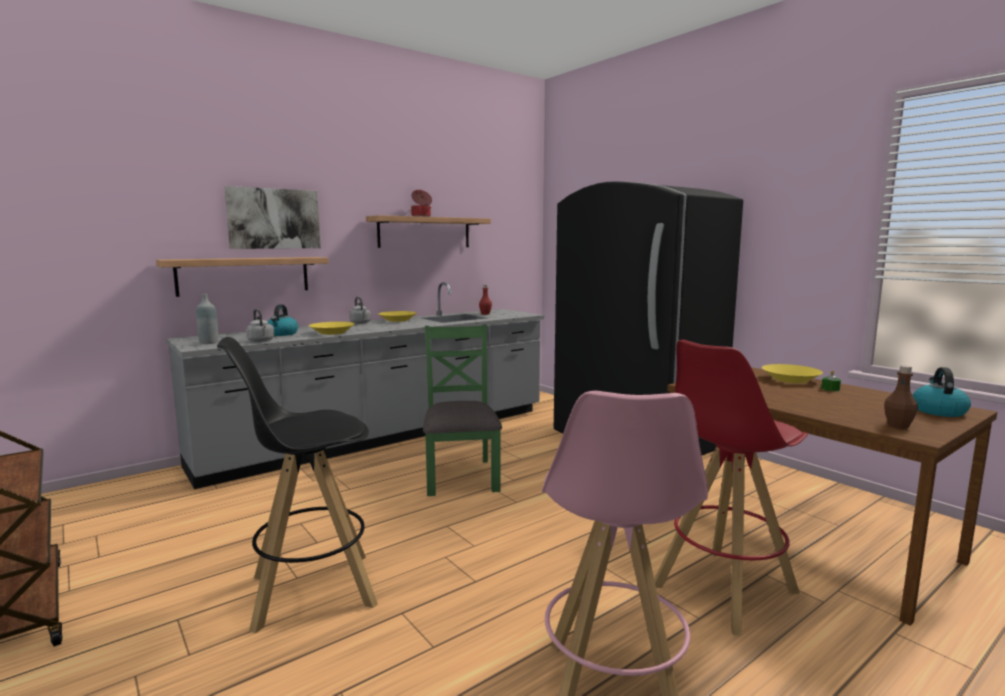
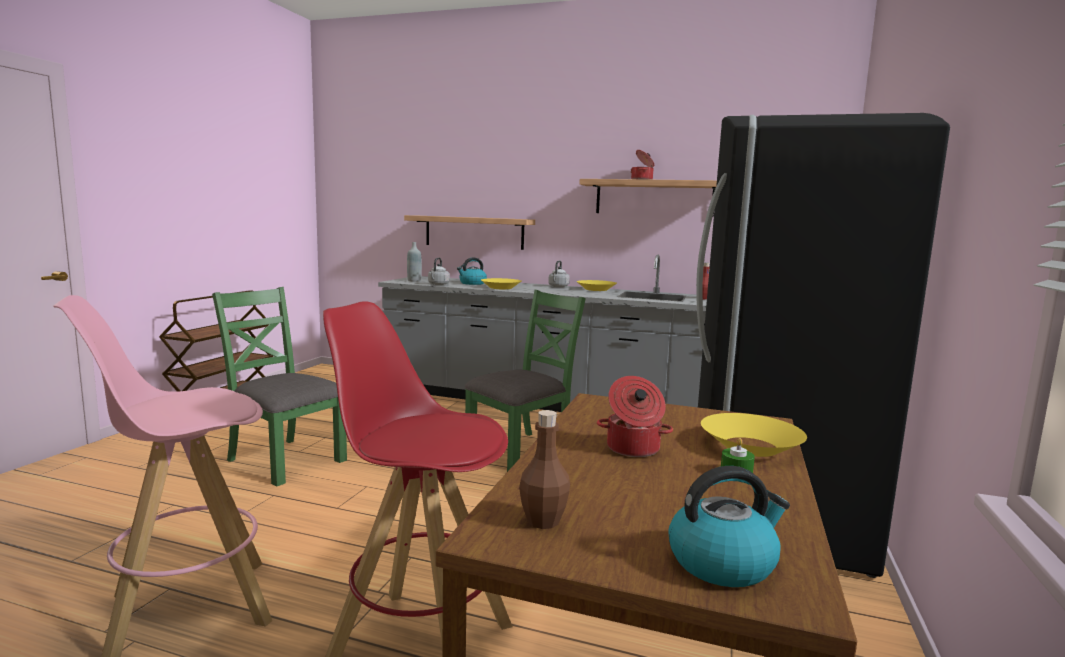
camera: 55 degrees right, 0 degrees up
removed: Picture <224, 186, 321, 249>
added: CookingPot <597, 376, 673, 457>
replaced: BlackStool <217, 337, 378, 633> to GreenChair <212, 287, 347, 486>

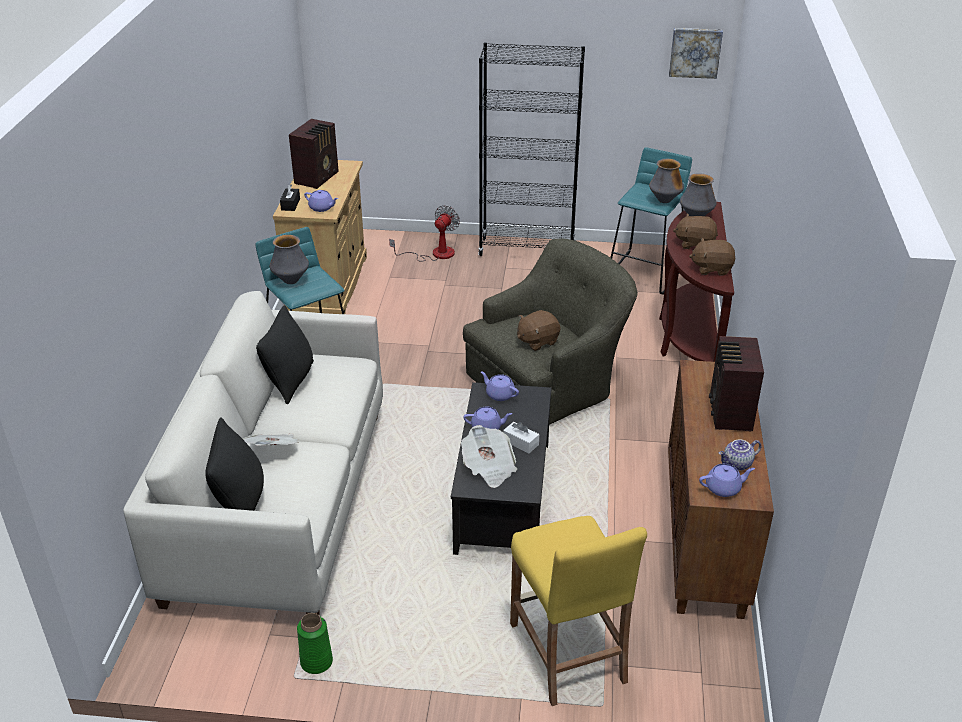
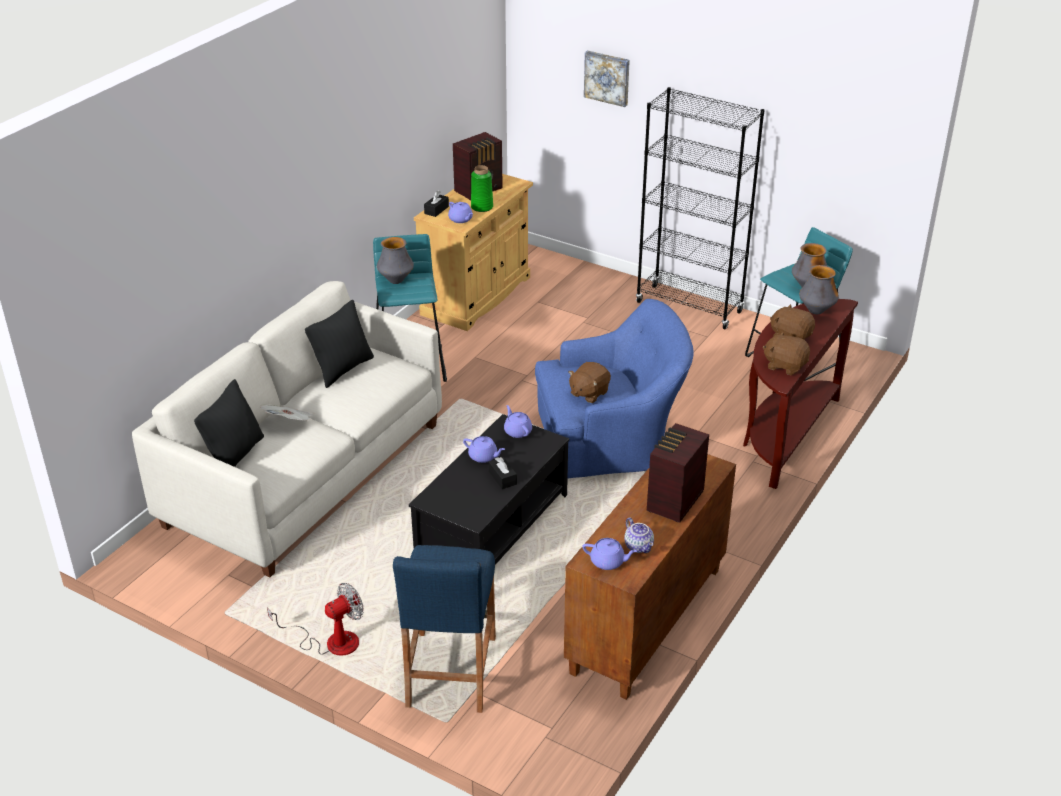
camera: 25 degrees right, 0 degrees up
removed: Newspaper <461, 425, 517, 488>
moved: Picture <669, 28, 723, 79> to <584, 50, 630, 107>; Fan <389, 205, 460, 261> to <267, 583, 364, 656>; GreenVase <297, 613, 333, 674> to <471, 165, 493, 212>
recoloured: GreenArmchair <463, 238, 638, 425> to BlueArmchair <535, 299, 694, 478>; WhiteTissueBox <503, 422, 539, 453> to BlackTissueBox <489, 457, 517, 489>; YellowStool <510, 516, 647, 706> to BlueStool <393, 545, 496, 713>
turned: BrownPlushToy <517, 310, 560, 351> = <568, 362, 611, 403> 45 degrees counterclockwise; Teapot <718, 439, 761, 471> = <624, 517, 654, 553> 120 degrees counterclockwise

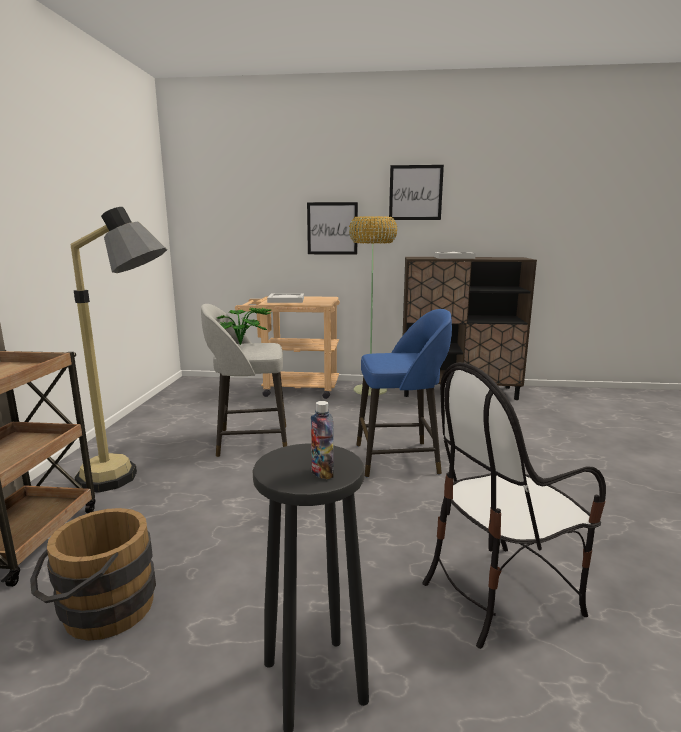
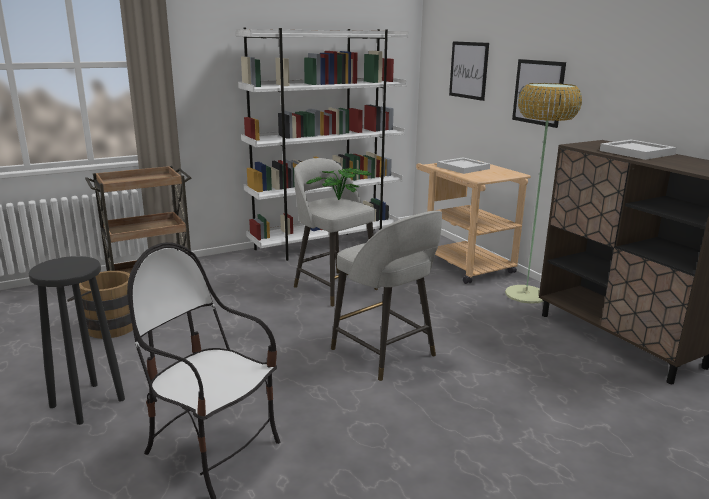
camera: 55 degrees right, 5 degrees up
removed: FloorLamp <70, 207, 167, 493>; Bottle <311, 401, 334, 479>
added: WhiteBookcase <235, 28, 409, 261>
moved: Picture <389, 165, 444, 220> to <449, 41, 489, 101>
recoloured: BlueStool <357, 309, 452, 477> to GreyStool <331, 211, 442, 381>

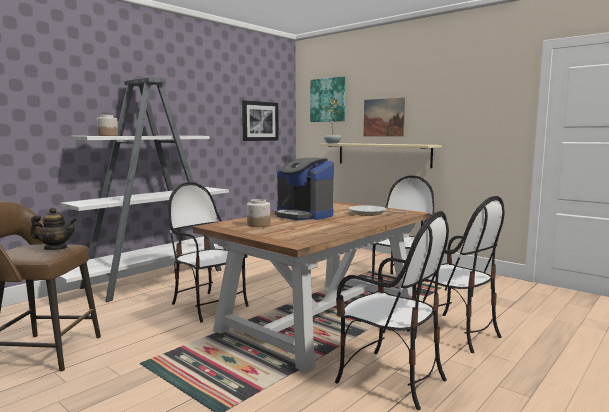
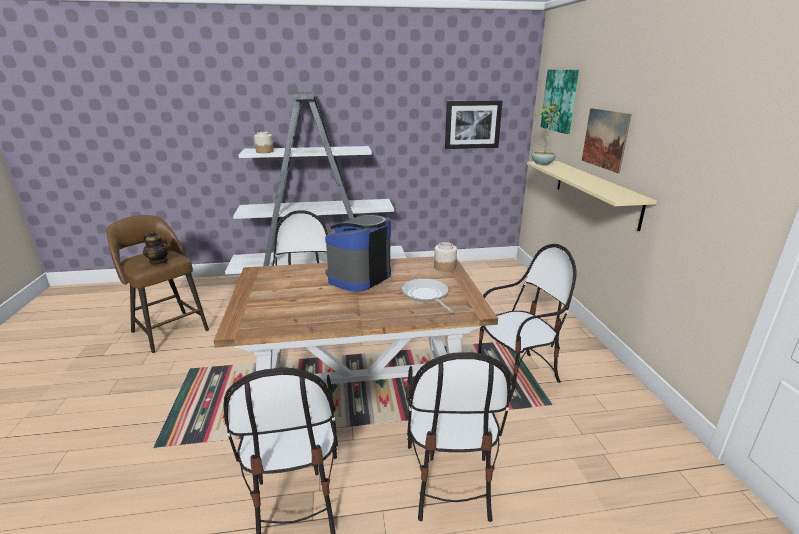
camera: 40 degrees right, 15 degrees up
moved: Jar <247, 199, 270, 227> to <434, 242, 457, 272>
turned: CoffeeMachine <274, 158, 334, 220> = <325, 215, 391, 292> 45 degrees clockwise

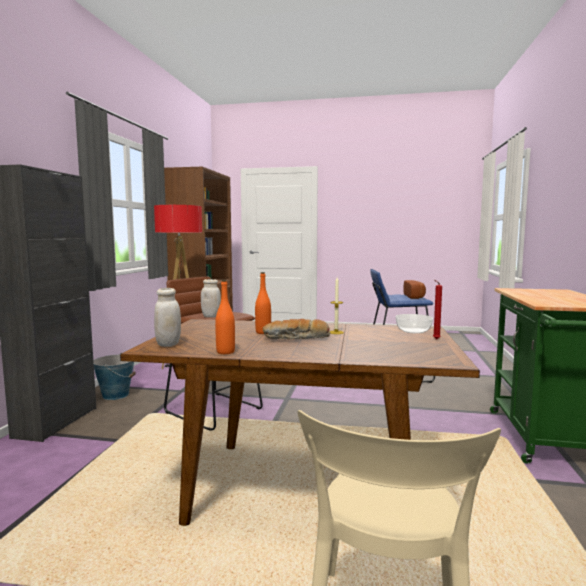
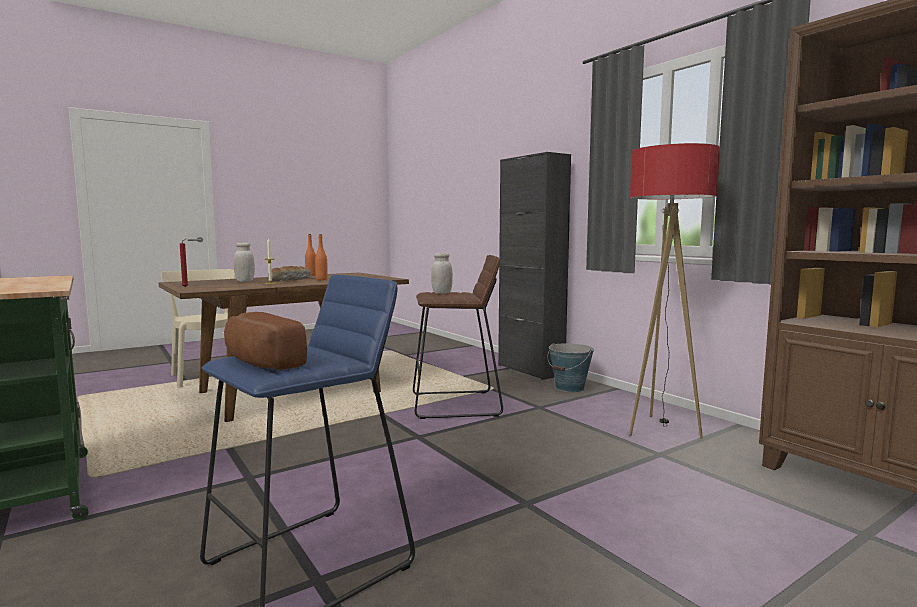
camera: 135 degrees right, 0 degrees up
removed: Bowl <395, 314, 433, 334>
moved: WhiteJar <154, 288, 181, 347> to <234, 243, 255, 282>

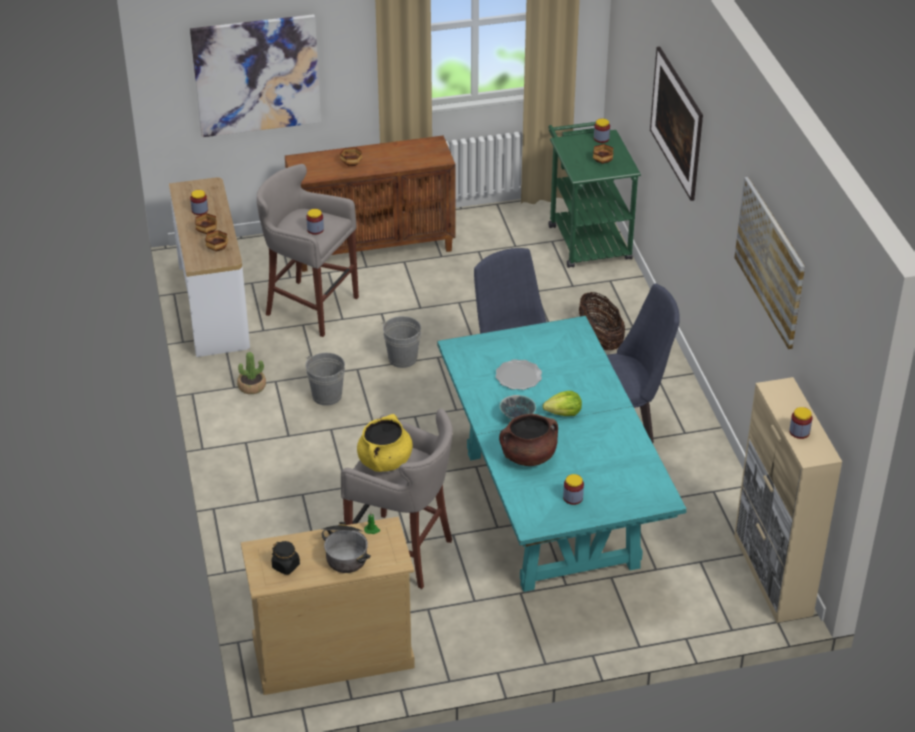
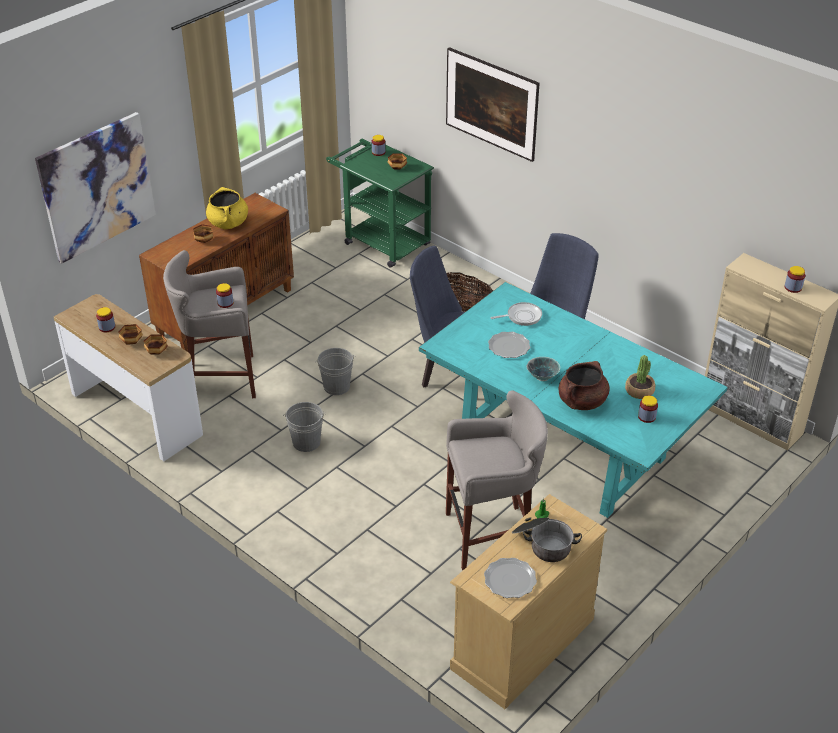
camera: 35 degrees left, 0 degrees up
removed: Picture <734, 177, 805, 349>; Lettuce <543, 391, 582, 416>
added: FryingPan <491, 302, 542, 326>
moved: PottedPlant <237, 352, 266, 394> to <625, 355, 655, 399>; YellowCookingPot <357, 414, 413, 472> to <206, 187, 248, 229>
replaced: BlackJar <271, 541, 300, 575> to Plate <484, 558, 537, 598>

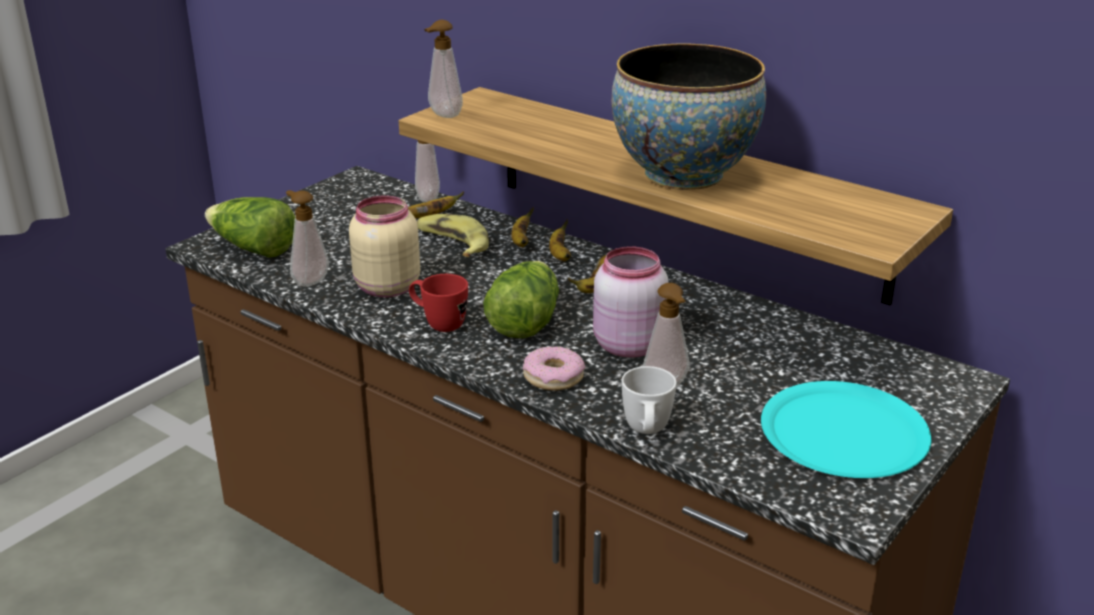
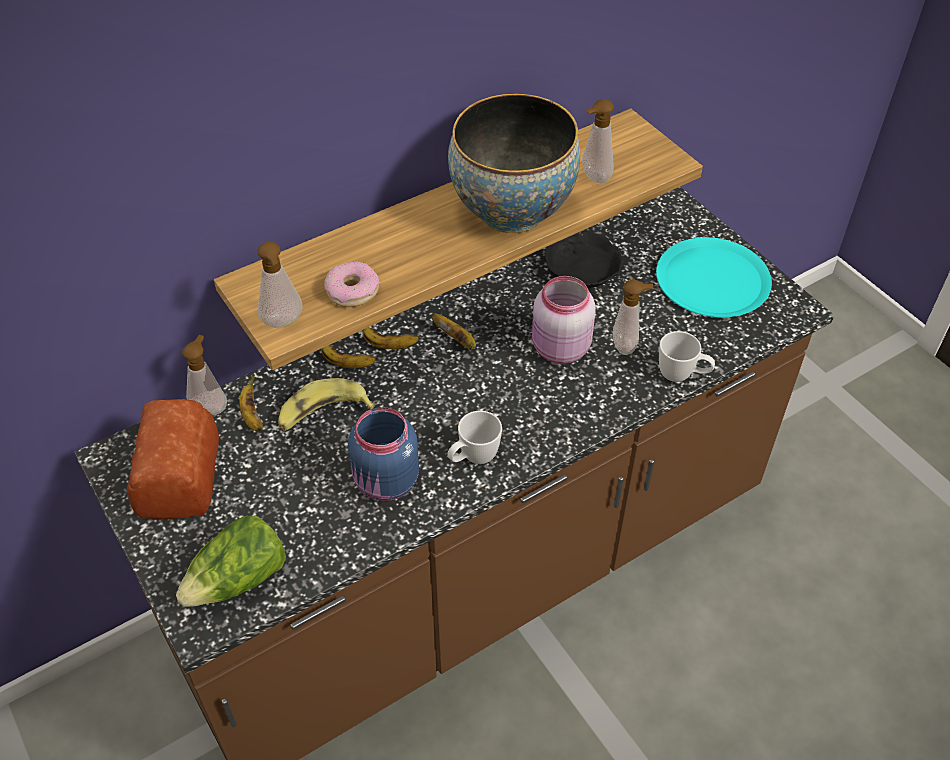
camera: 70 degrees left, 20 degrees up
removed: Lettuce <483, 261, 559, 338>
added: BlackBowl <545, 232, 622, 288>; Bread <127, 399, 219, 519>
moved: SoapDispenser <286, 190, 329, 287> to <582, 99, 614, 183>; Donut <523, 346, 585, 390> to <324, 262, 379, 307>
recoloured: BeigeJar <349, 195, 420, 298> to BlueJar <348, 407, 419, 501>; RedMug <409, 274, 468, 332> to WhiteMug <447, 411, 502, 464>

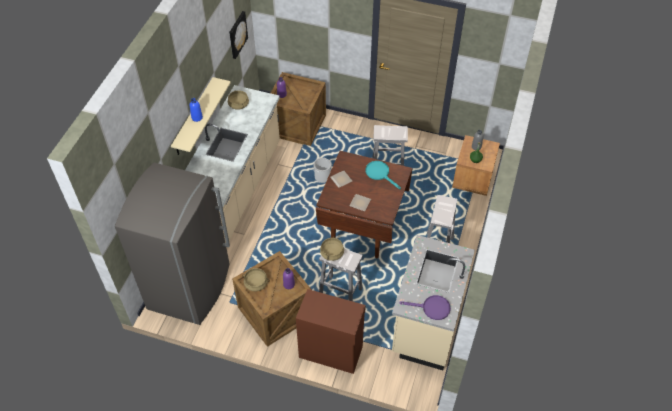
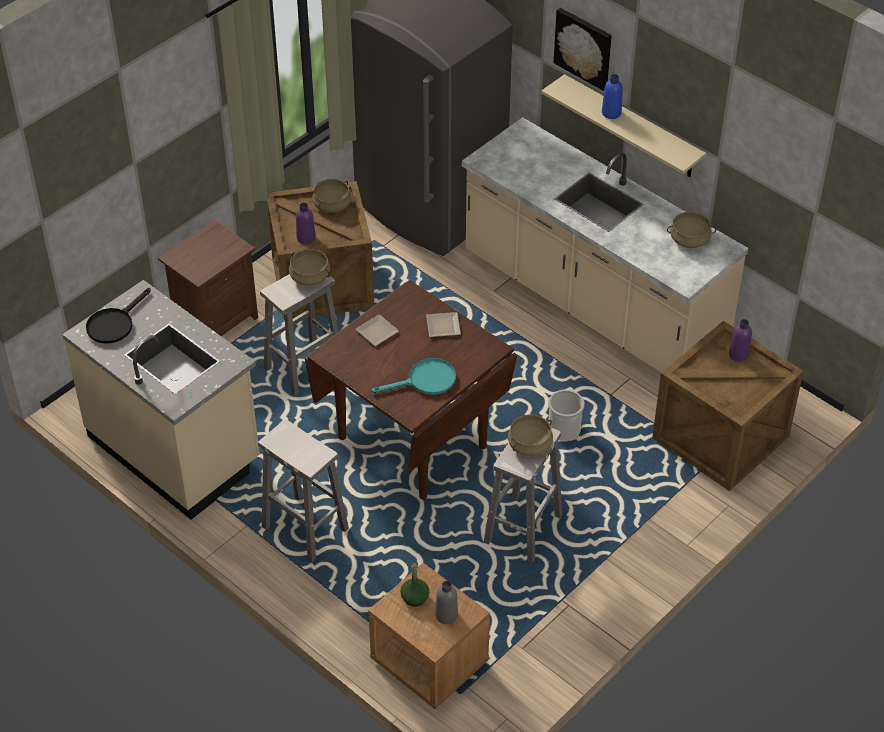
camera: 115 degrees right, 5 degrees down
added: BeigeCookingPot <508, 414, 553, 456>
moved: Picture <229, 11, 248, 59> to <554, 8, 612, 91>
replaced: BrownCabinet <296, 289, 366, 374> to BrownNightstand <158, 220, 258, 336>
recoloured: PurpleFryingPan <399, 295, 451, 320> to BlackFryingPan <86, 288, 151, 344>

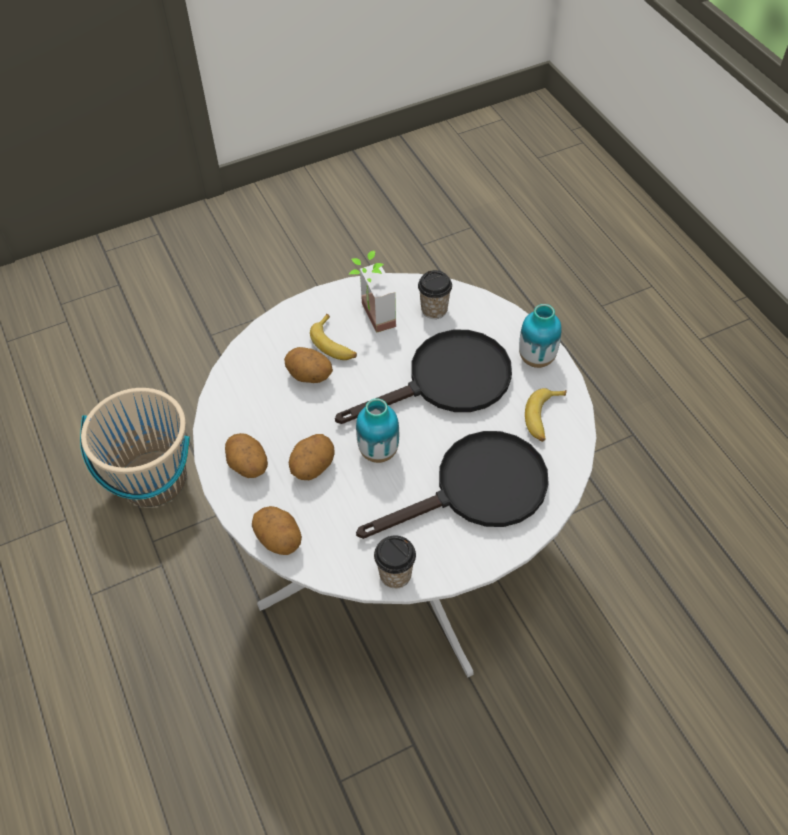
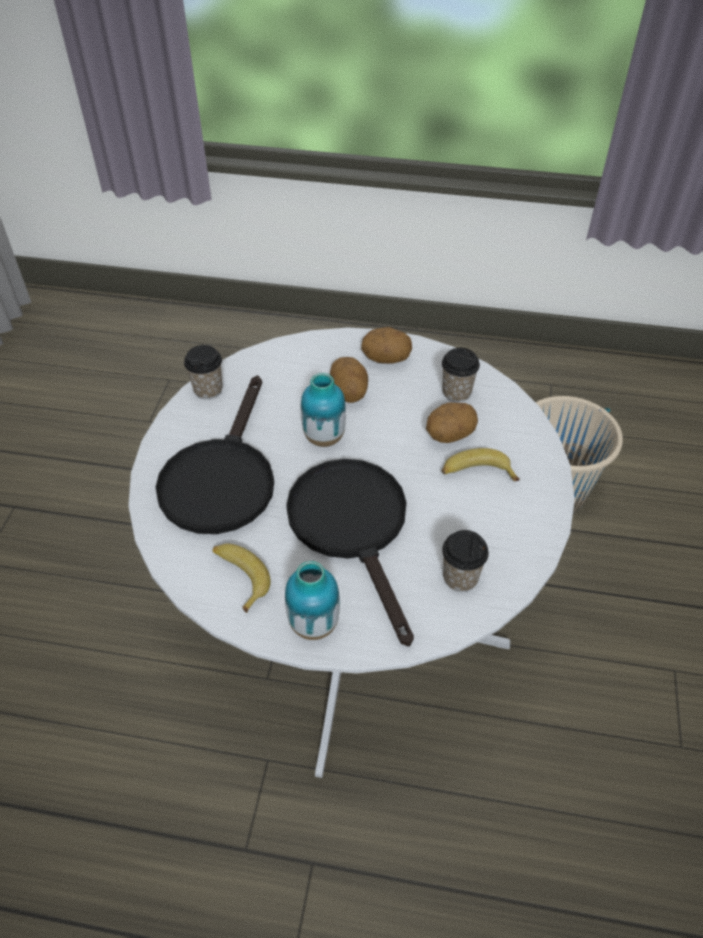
camera: 125 degrees right, 5 degrees down
removed: PottedPlant <349, 251, 396, 333>; Potato <252, 506, 302, 555>
added: Cup <442, 348, 480, 402>
turned: BlackFryingPan <335, 330, 512, 424> = <286, 459, 414, 646> 150 degrees clockwise

